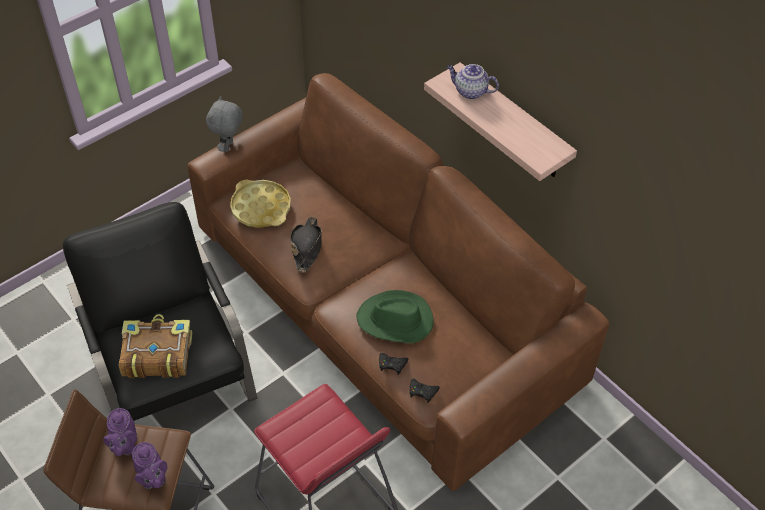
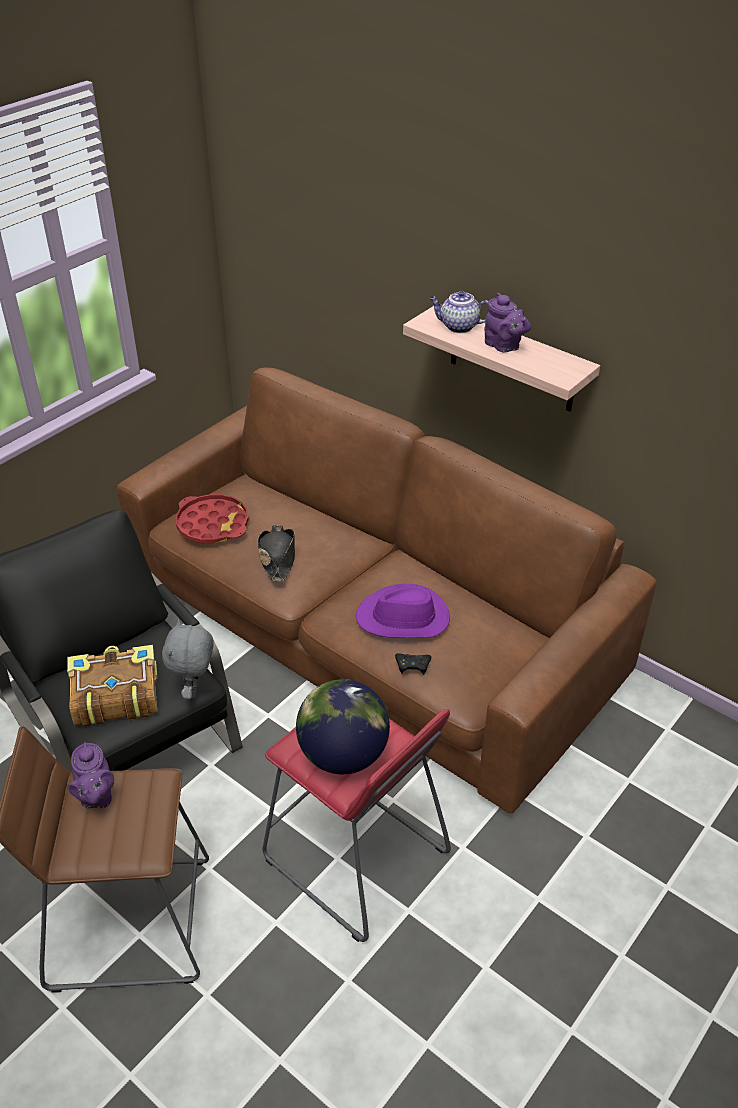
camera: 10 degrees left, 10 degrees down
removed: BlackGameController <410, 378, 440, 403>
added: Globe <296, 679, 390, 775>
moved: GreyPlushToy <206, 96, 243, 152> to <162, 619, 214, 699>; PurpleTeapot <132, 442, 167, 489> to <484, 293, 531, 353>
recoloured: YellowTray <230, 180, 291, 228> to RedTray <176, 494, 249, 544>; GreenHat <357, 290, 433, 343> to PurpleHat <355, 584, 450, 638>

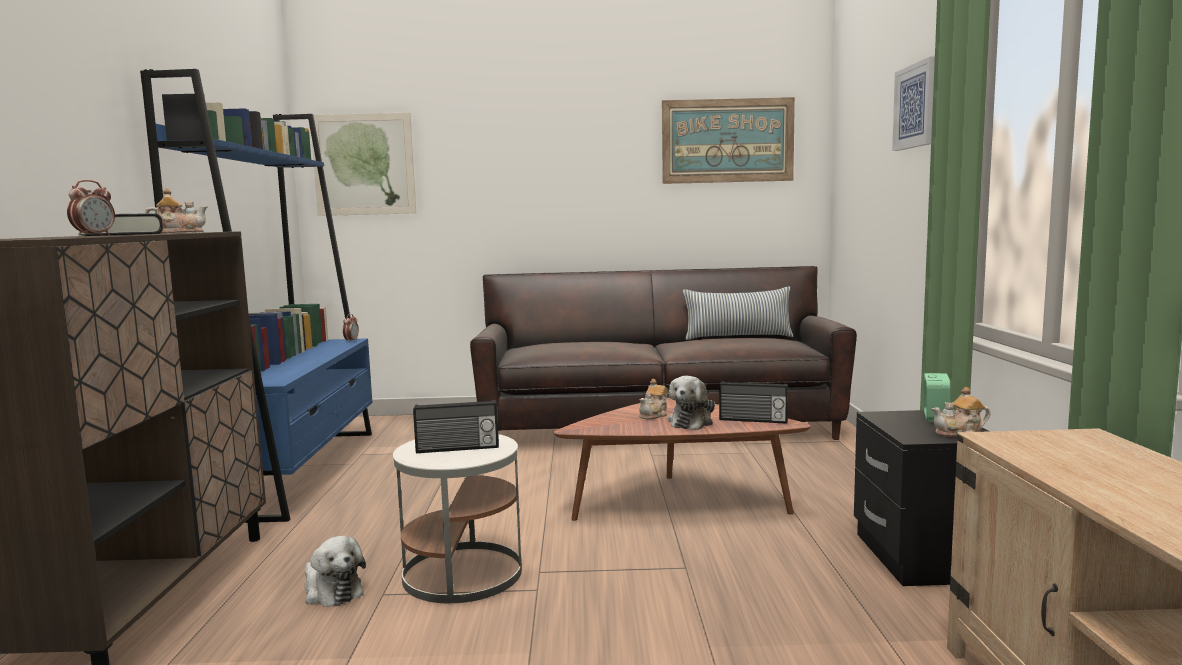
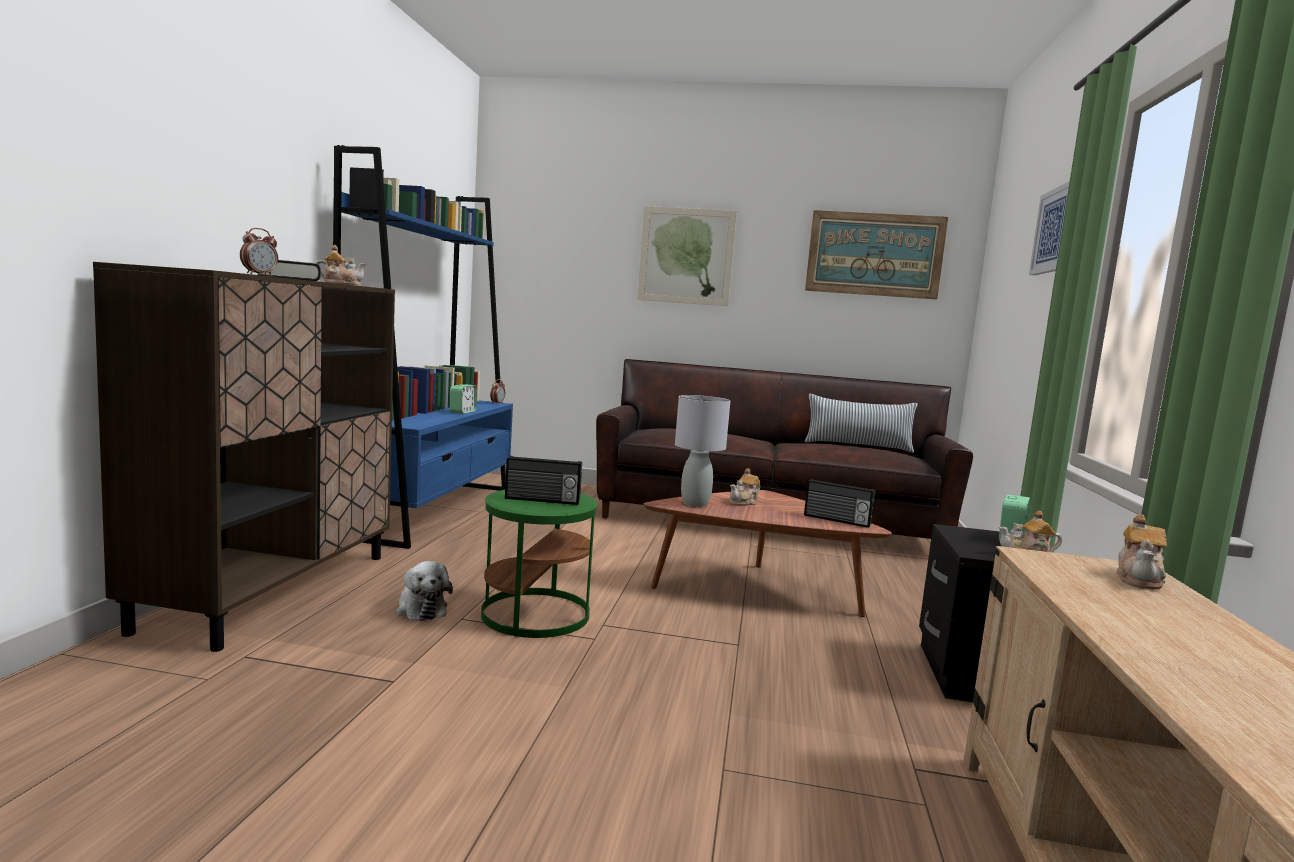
camera: 10 degrees right, 0 degrees up
removed: PlushToy <668, 376, 715, 430>
added: AlarmClock <450, 384, 477, 414>; GreyTableLamp <675, 395, 730, 507>; Teapot <1117, 514, 1167, 590>
moved: Picture <312, 113, 416, 216> to <637, 206, 737, 306>
recoloured: WhiteSideTable <393, 434, 522, 603> to GreenSideTable <481, 490, 597, 638>

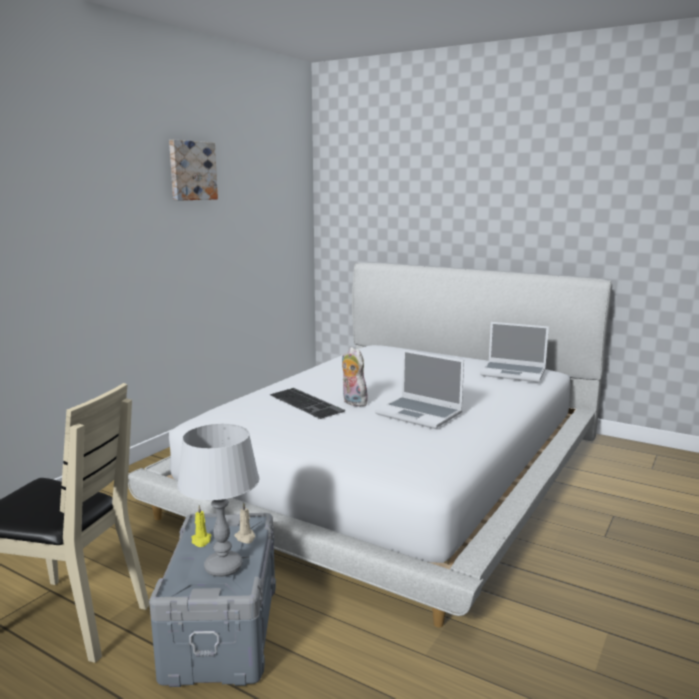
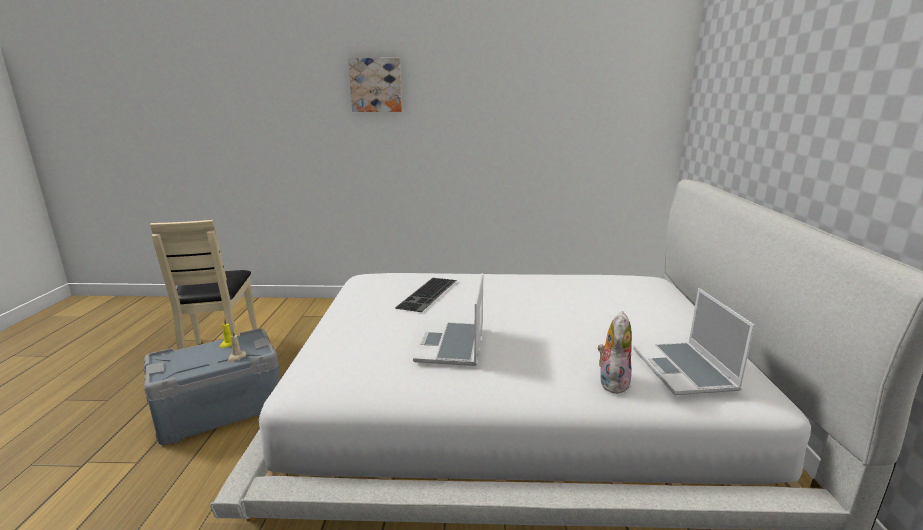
camera: 60 degrees right, 5 degrees up
removed: GreyTableLamp <177, 424, 259, 577>
moved: Picture <169, 140, 218, 201> to <348, 58, 402, 112>; PlushToy <342, 347, 368, 407> to <598, 311, 632, 394>

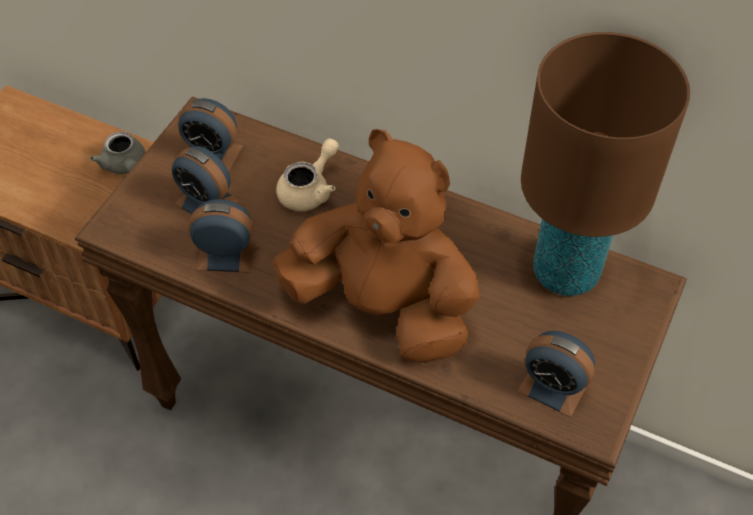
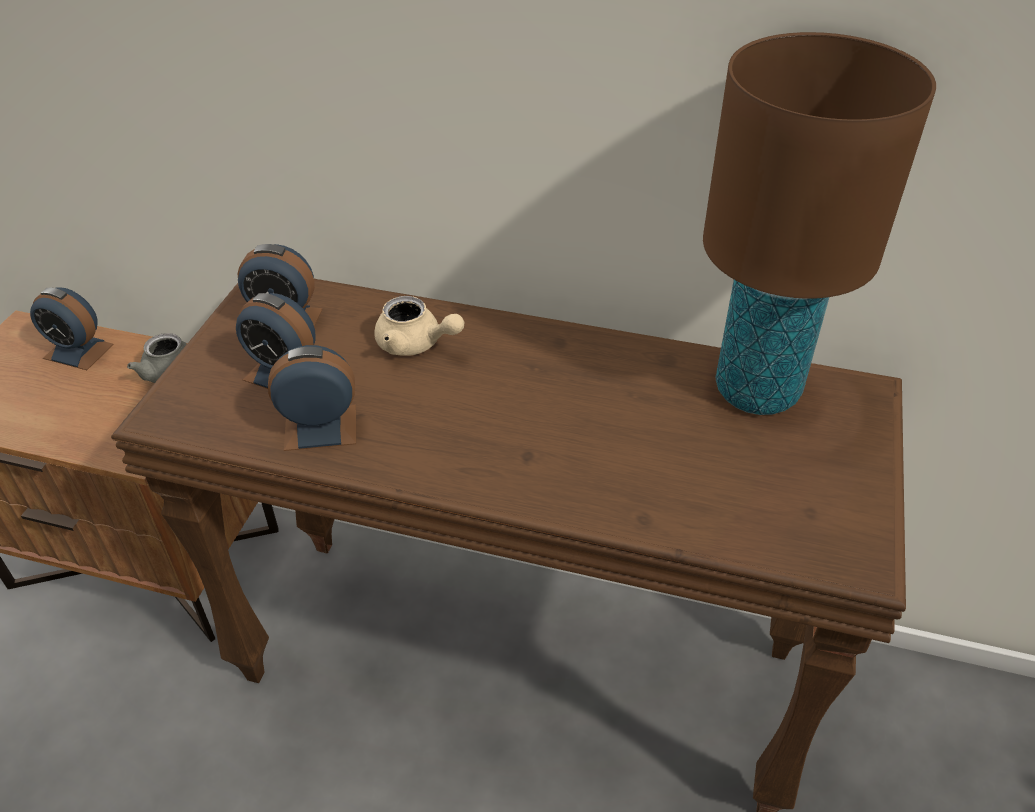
camera: 10 degrees left, 10 degrees down
removed: BrownPlushToy <272, 129, 480, 363>
moved: AlarmClock <517, 331, 595, 417> to <30, 287, 114, 370>
turned: BeigeTeapot <276, 138, 339, 211> = <374, 296, 464, 356> 90 degrees clockwise

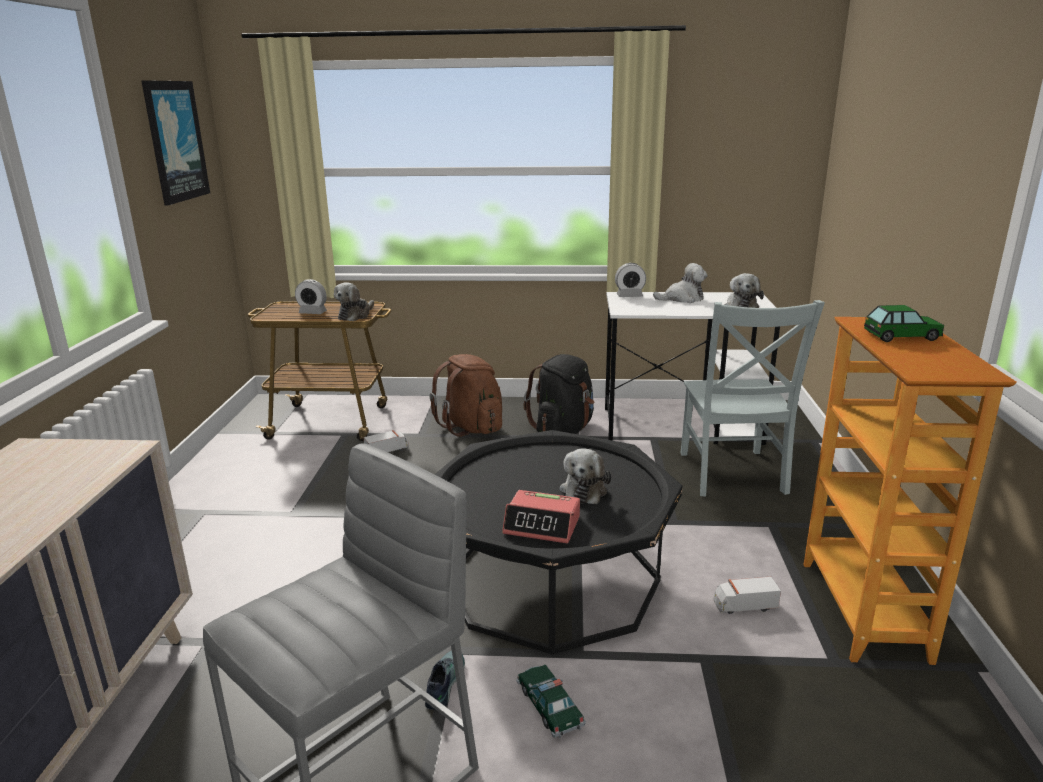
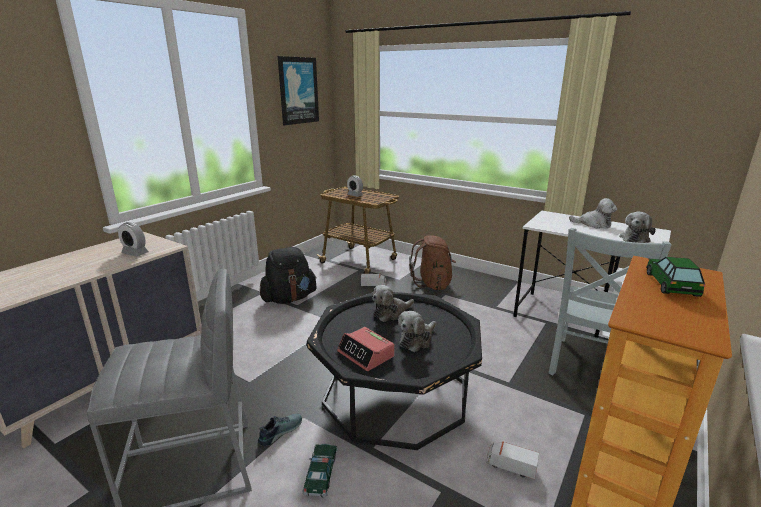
camera: 30 degrees right, 0 degrees up
moved: AlarmClock <615, 263, 646, 297> to <118, 222, 149, 256>; PlushToy <334, 282, 374, 321> to <372, 285, 414, 322>; BlackBackpack <524, 354, 594, 434> to <260, 247, 317, 304>
turned: ToyCar <864, 305, 944, 342> = <646, 257, 705, 297> 105 degrees counterclockwise

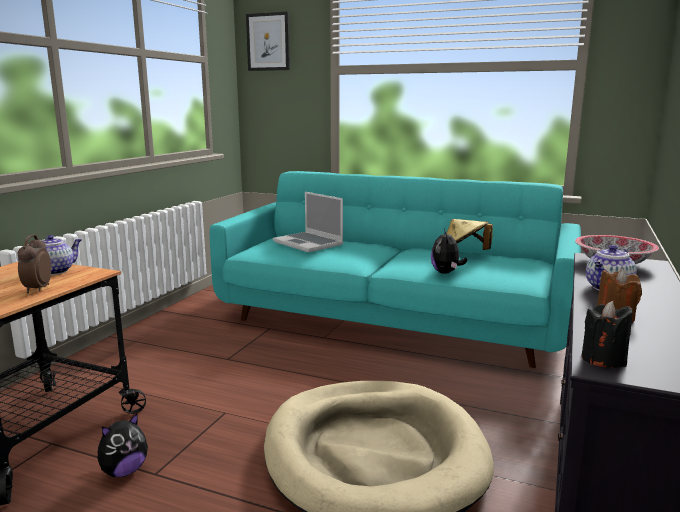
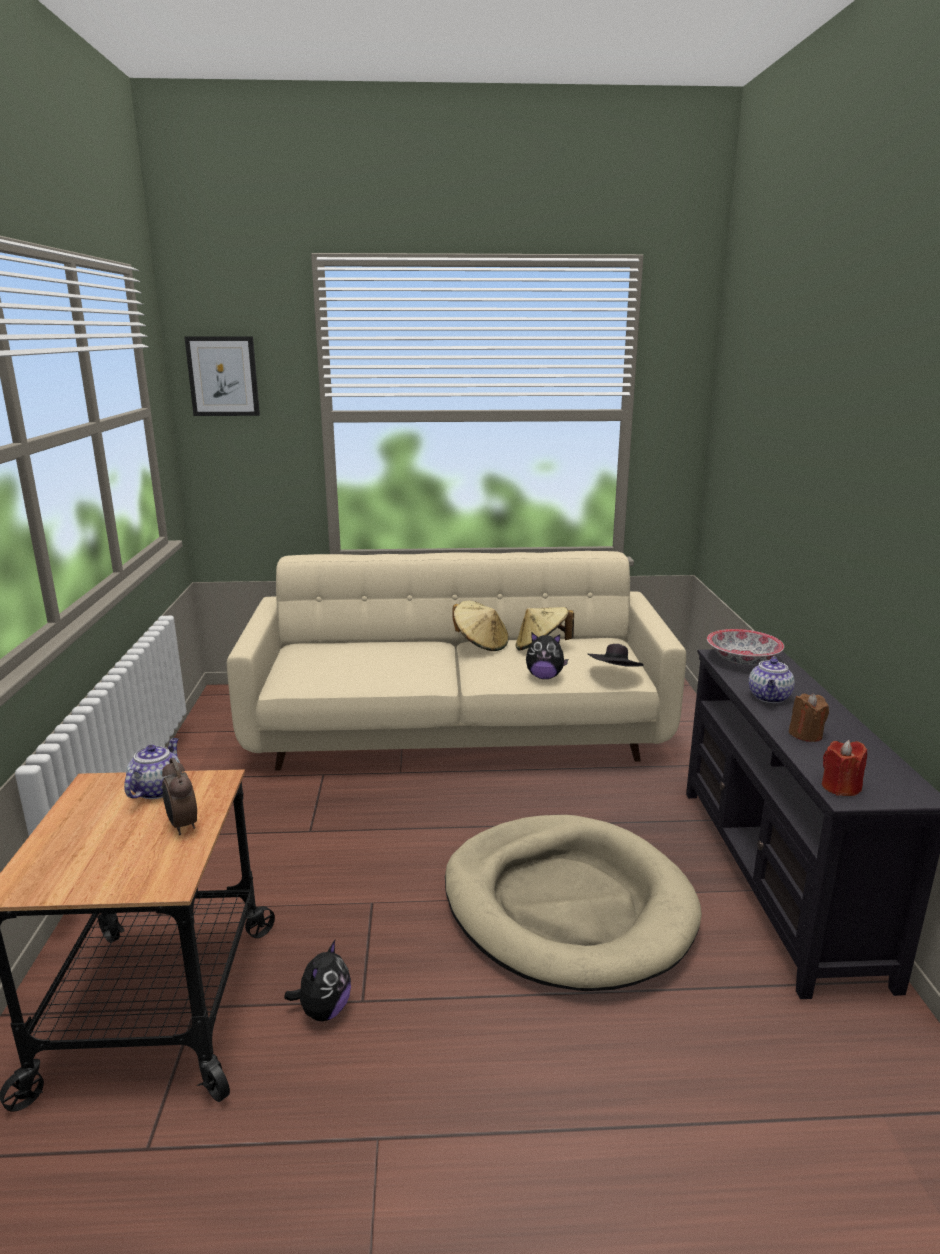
camera: 25 degrees left, 5 degrees up
removed: Laptop <273, 192, 343, 252>
added: BeigeHat <452, 601, 509, 651>; BlackHat <588, 644, 644, 667>
recoloured: TurquoiseSofa <210, 171, 581, 368> to BeigeSofa <227, 551, 686, 771>; BlackCandle <581, 301, 633, 368> to RedCandle <822, 740, 867, 796>
turned: PlushToy <431, 229, 467, 274> = <526, 632, 568, 679> 60 degrees counterclockwise

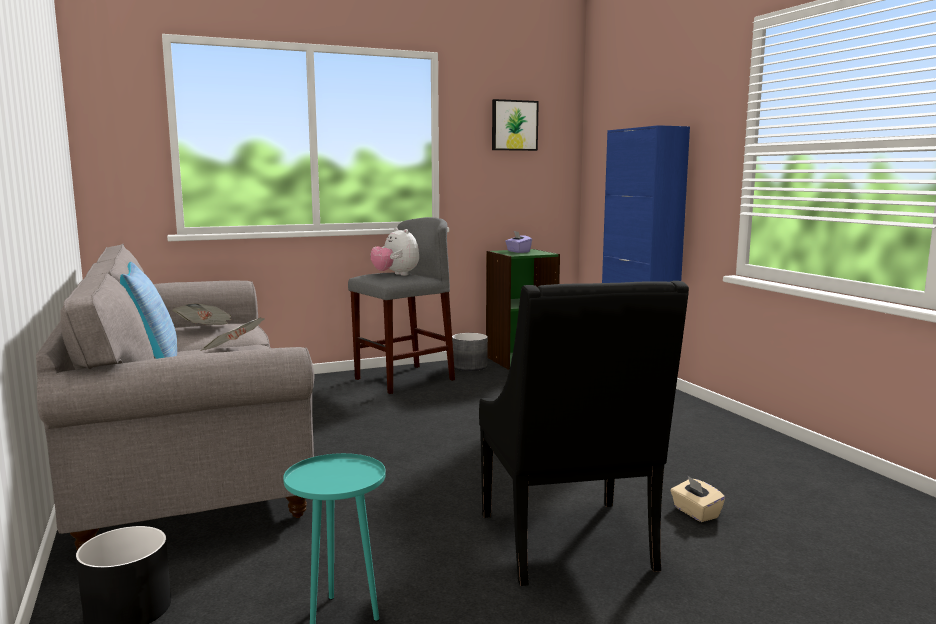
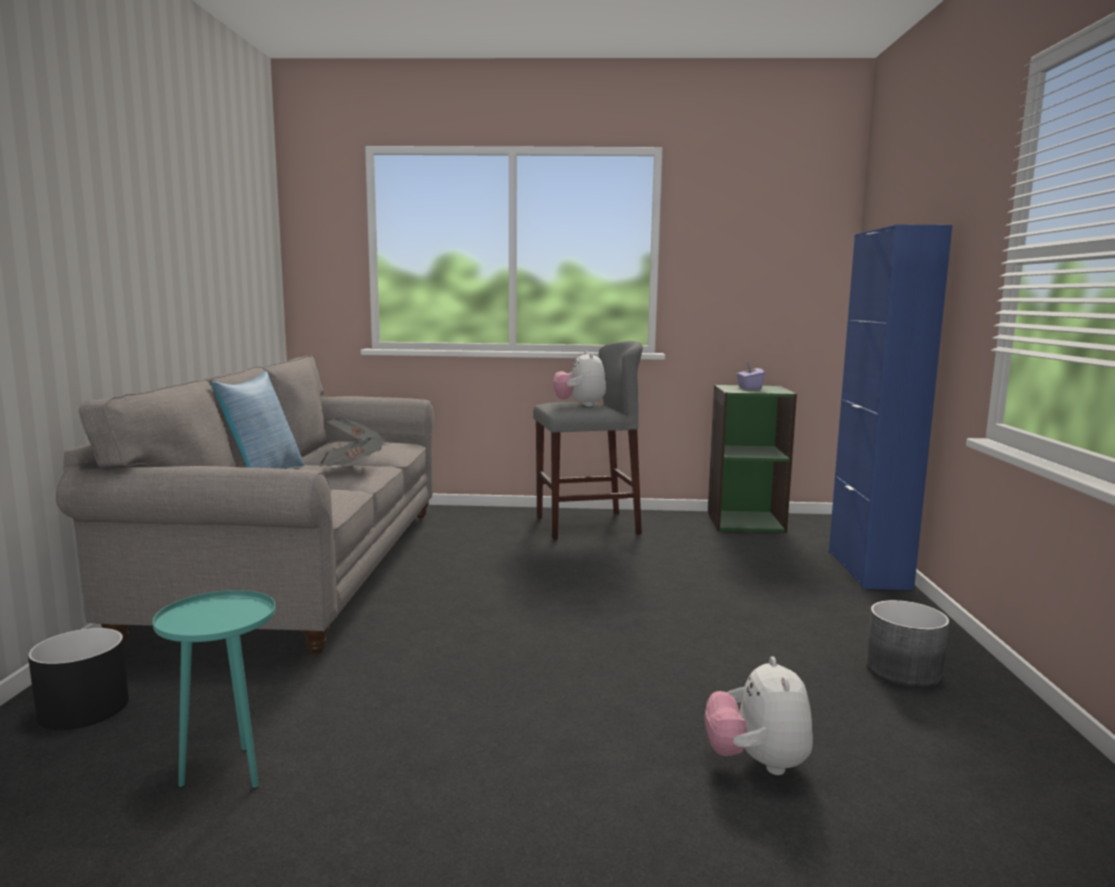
camera: 25 degrees right, 0 degrees up
removed: Picture <492, 99, 539, 151>; BlackArmchair <479, 281, 689, 586>
moved: GreyPlanter <452, 333, 488, 371> to <866, 600, 949, 688>
replaced: BeigeTissueBox <670, 475, 725, 522> to PlushToy <704, 657, 813, 775>

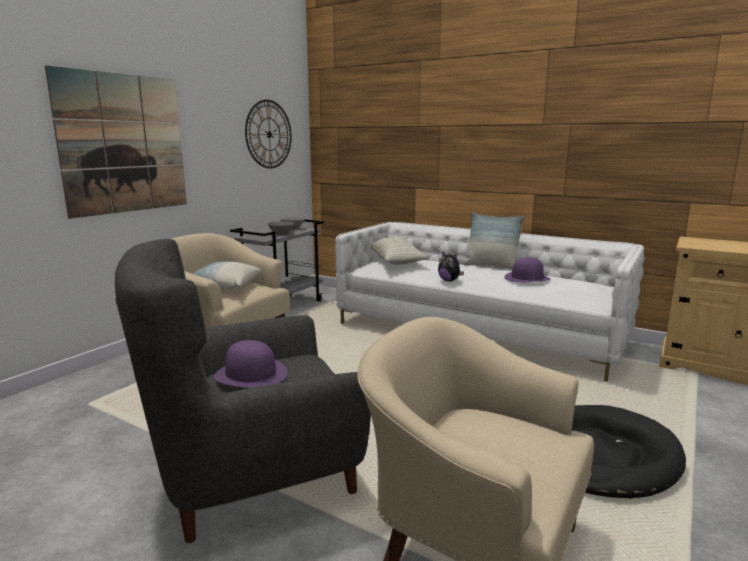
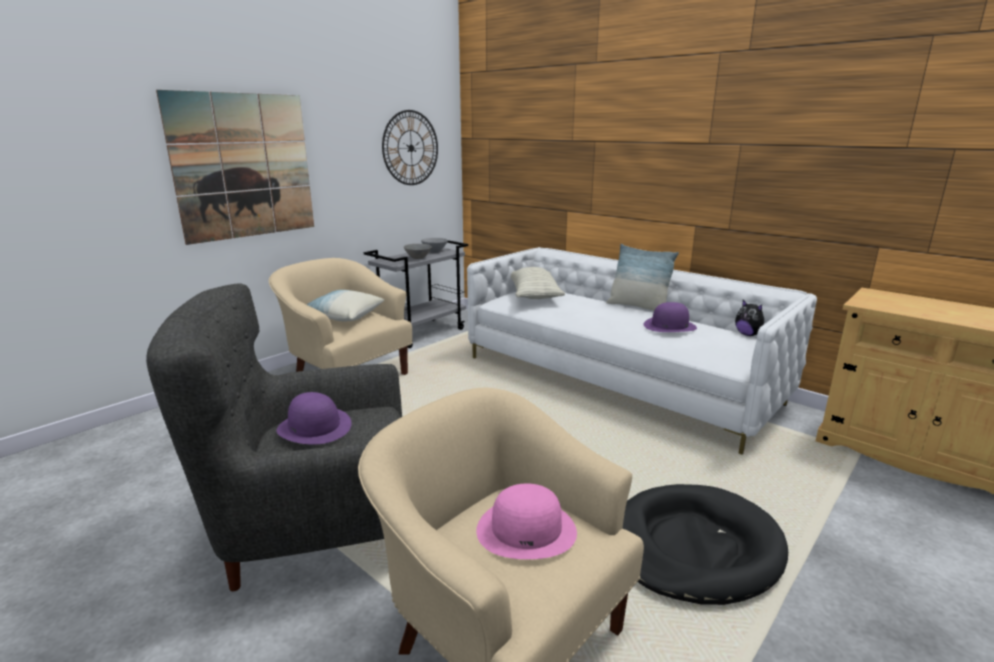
camera: 10 degrees right, 5 degrees up
added: PinkHat <476, 484, 577, 559>
moved: PlushToy <438, 251, 464, 281> to <735, 300, 764, 336>

